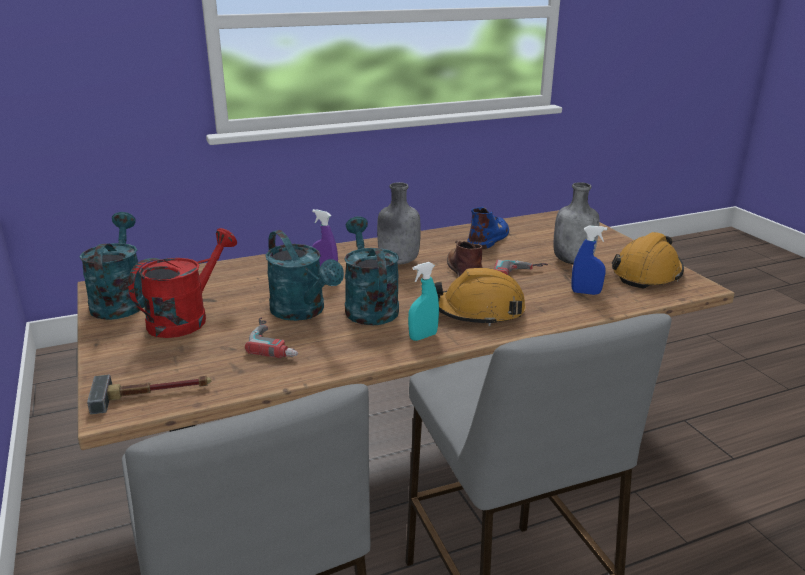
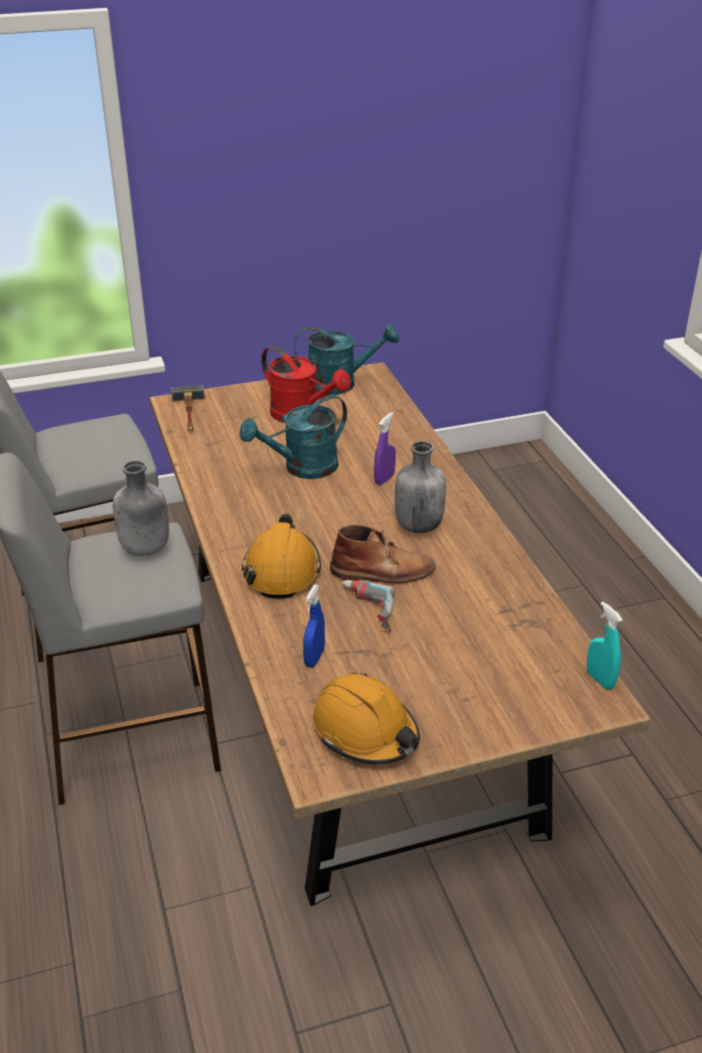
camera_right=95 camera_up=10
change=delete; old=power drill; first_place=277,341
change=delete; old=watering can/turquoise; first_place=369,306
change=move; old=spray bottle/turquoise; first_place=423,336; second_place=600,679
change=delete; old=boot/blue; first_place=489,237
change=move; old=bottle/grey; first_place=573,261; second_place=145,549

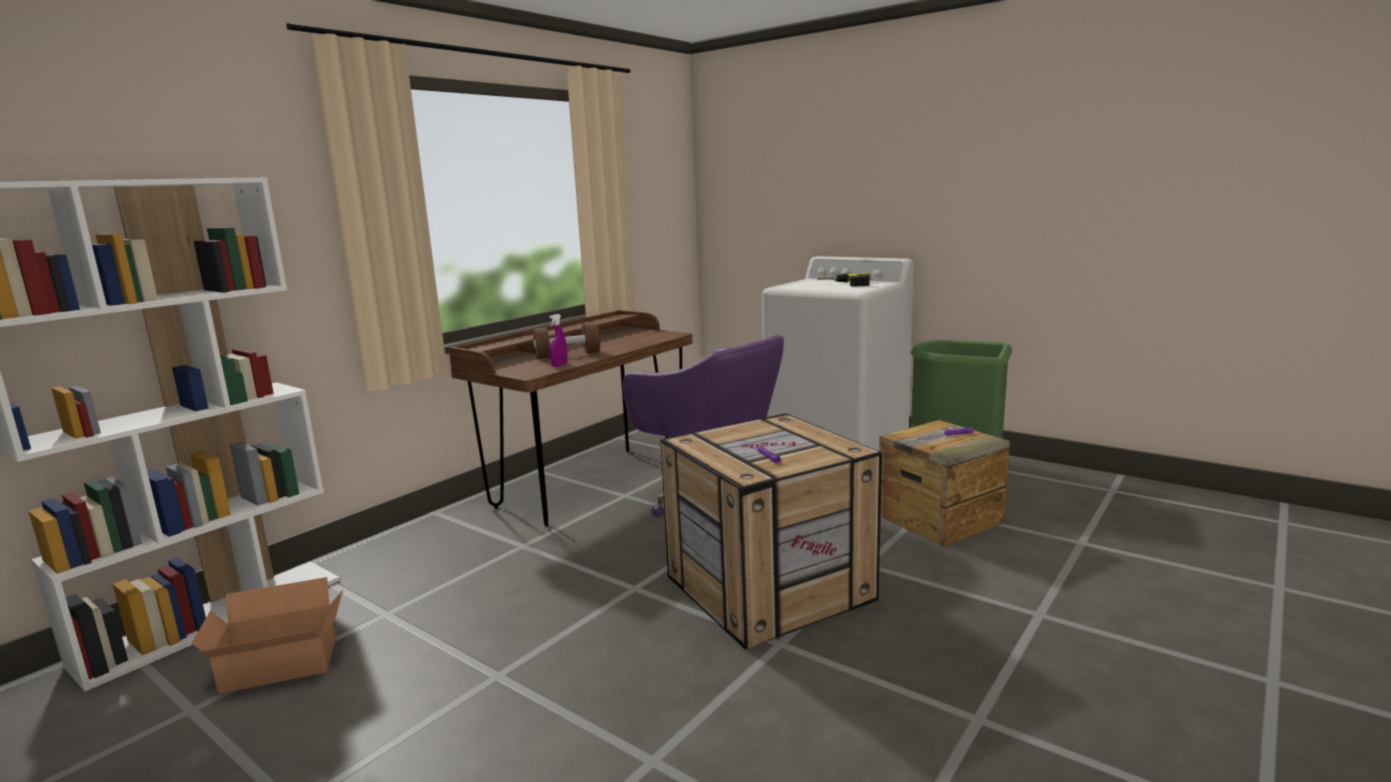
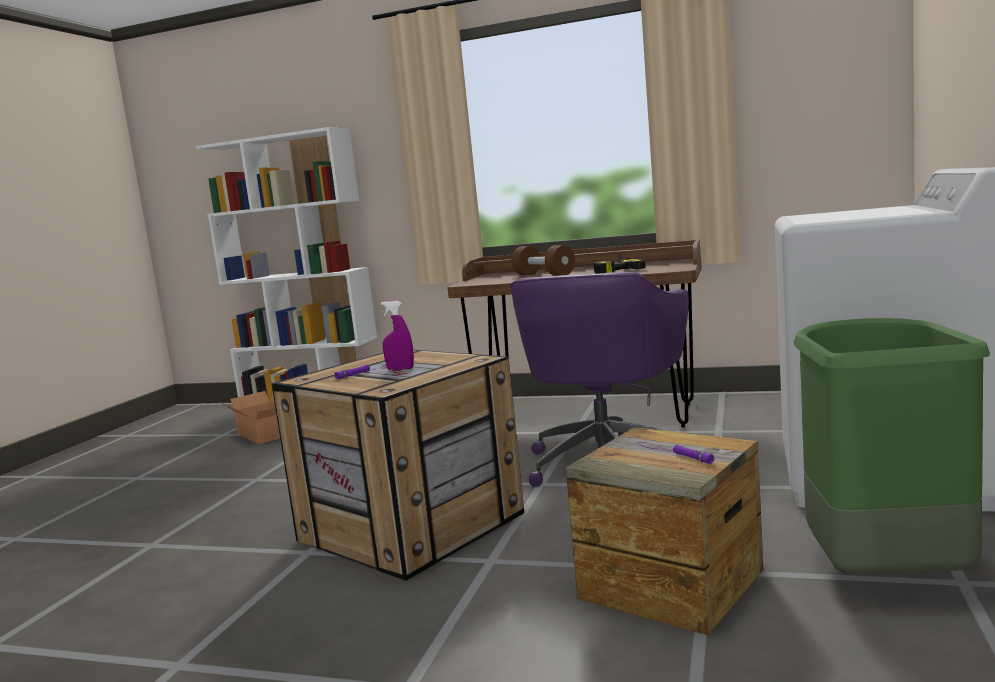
camera_right=70 camera_up=-5
change=move; old=spray bottle/purple; first_place=559,365; second_place=400,369
change=move; old=power drill; first_place=845,284; second_place=613,271

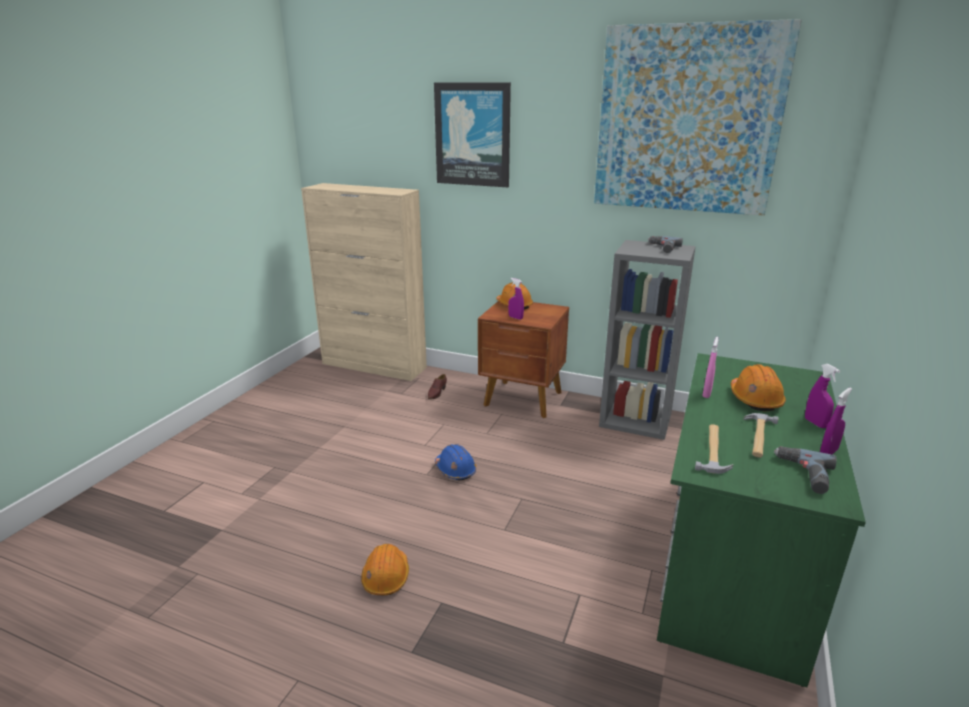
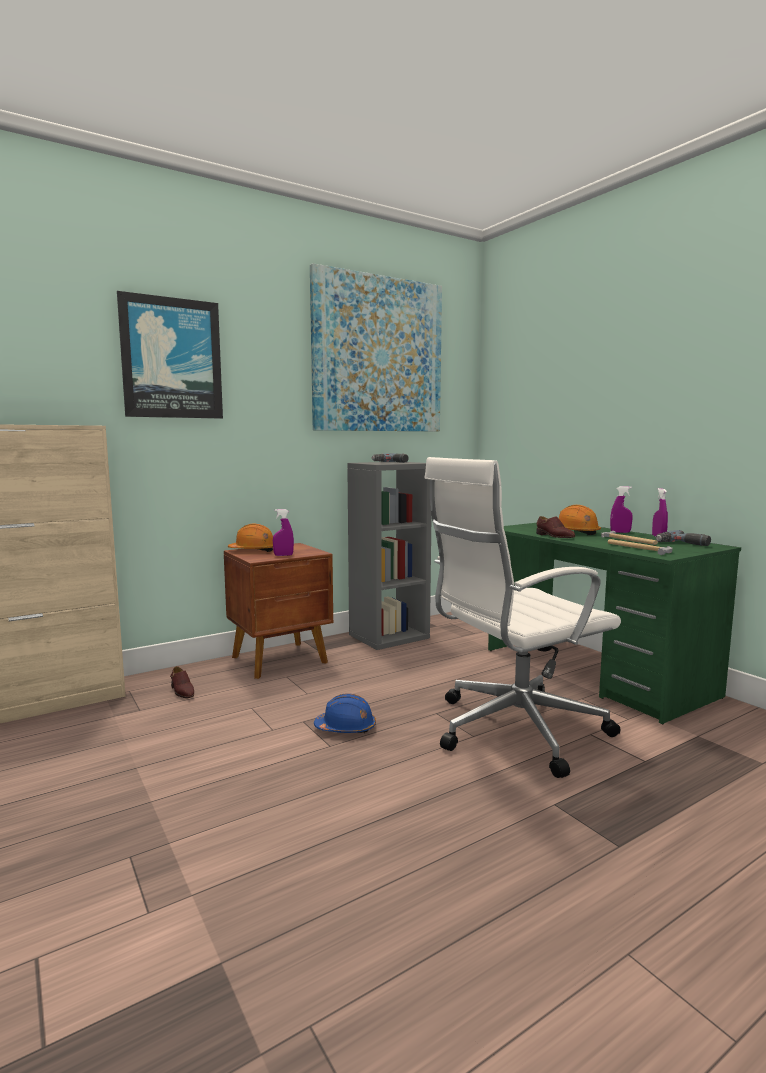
camera_right=-55 camera_up=-15
change=delete; old=hard hat/orange; first_place=386,577
change=replace; old=spray bottle/pink; new=shoe/brown; first_place=707,393; second_place=554,536
change=insert; new=office chair/white; second_place=513,730

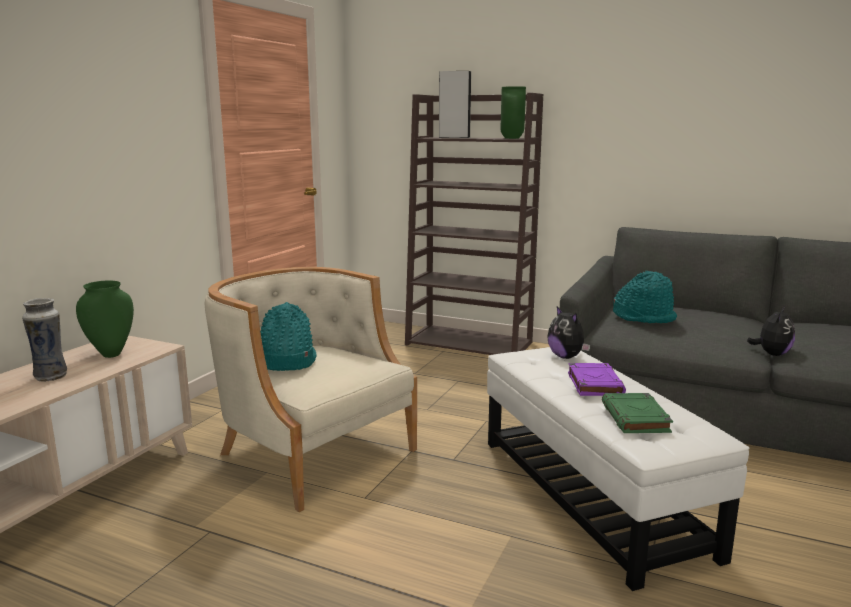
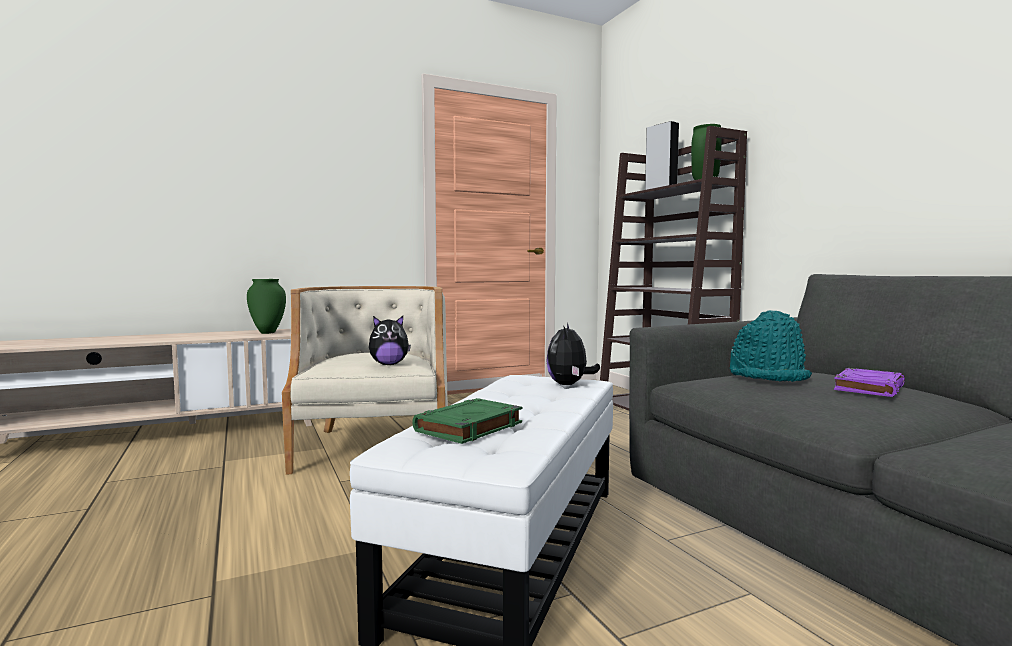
camera_right=40 camera_up=-10
change=delete; old=vase; first_place=50,376
change=delete; old=hat/turquoise; first_place=285,361
change=move; old=book/purple; first_place=594,384; second_place=868,388
change=move; old=plush toy; first_place=771,354; second_place=389,364

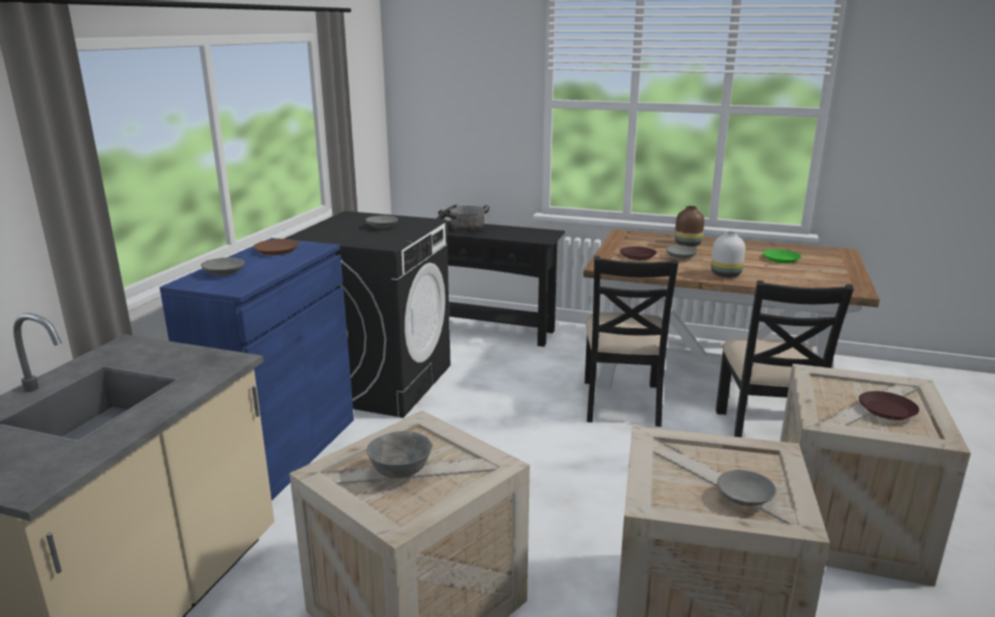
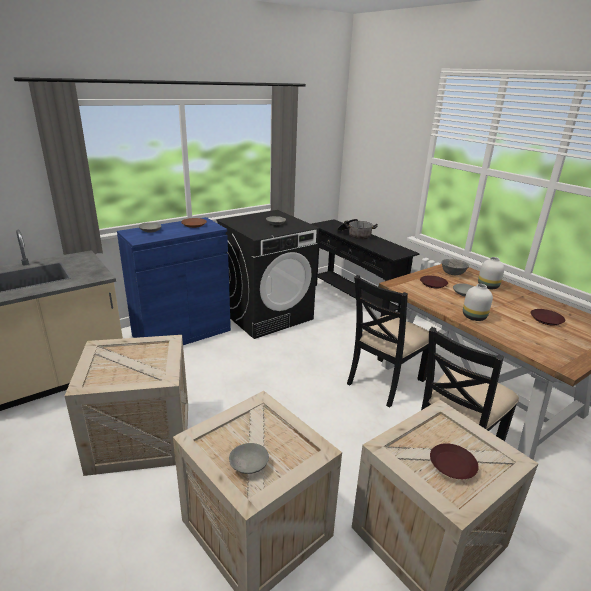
camera_right=35 camera_up=5
change=move; old=bowl/grey; first_place=400,471; second_place=452,274
change=recolor; old=vase/brown; new=vase/white; first_place=688,244; second_place=488,286
change=recolor; old=plate/green; new=plate/brown; first_place=780,259; second_place=546,319

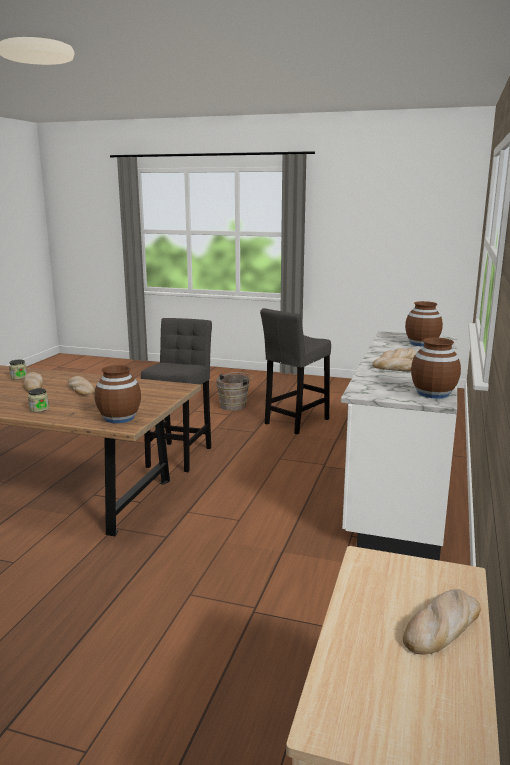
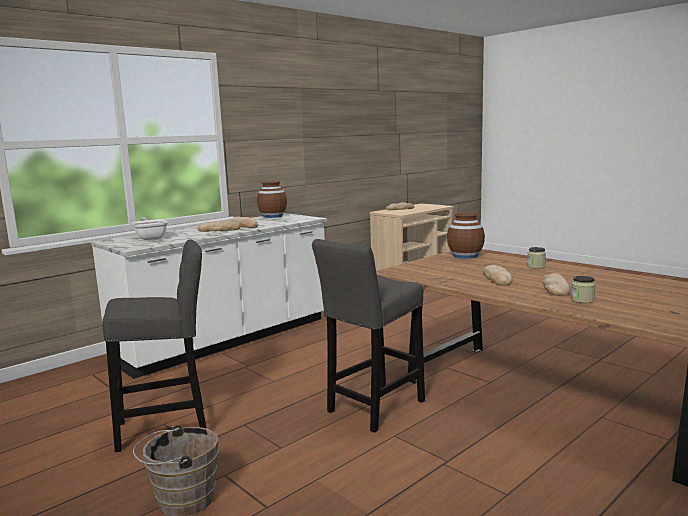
camera_right=-150 camera_up=-5
change=replace; old=vase/brown; new=frying pan; first_place=422,343; second_place=150,237

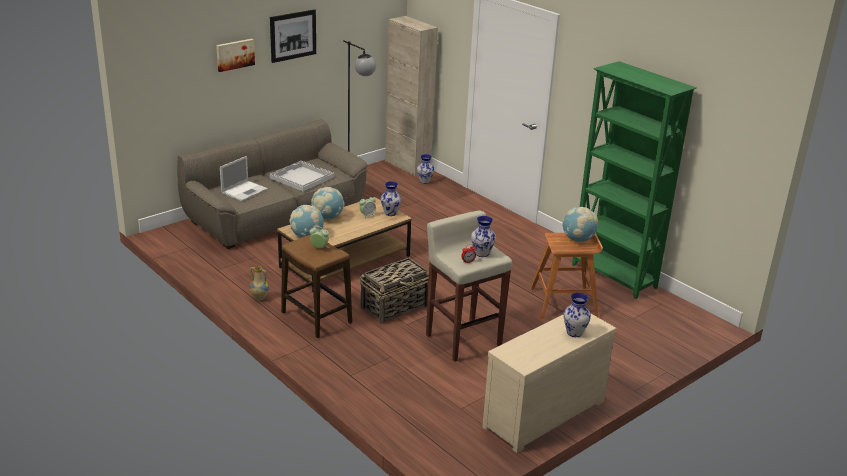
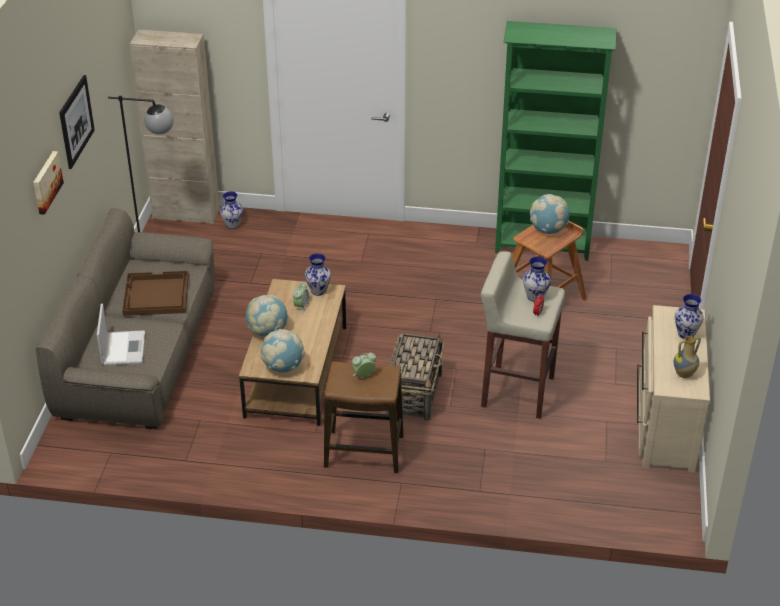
camera_right=-40 camera_up=10
change=move; old=vase; first_place=259,298; second_place=684,374
change=recolor; old=tray/white; new=tray/brown; first_place=301,177; second_place=155,295

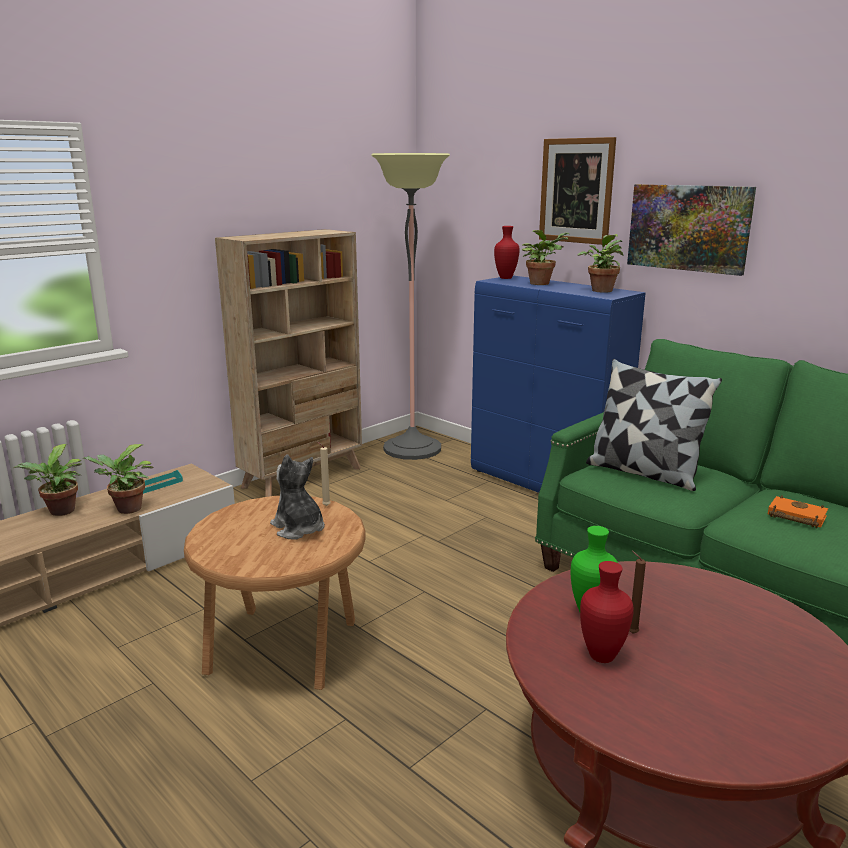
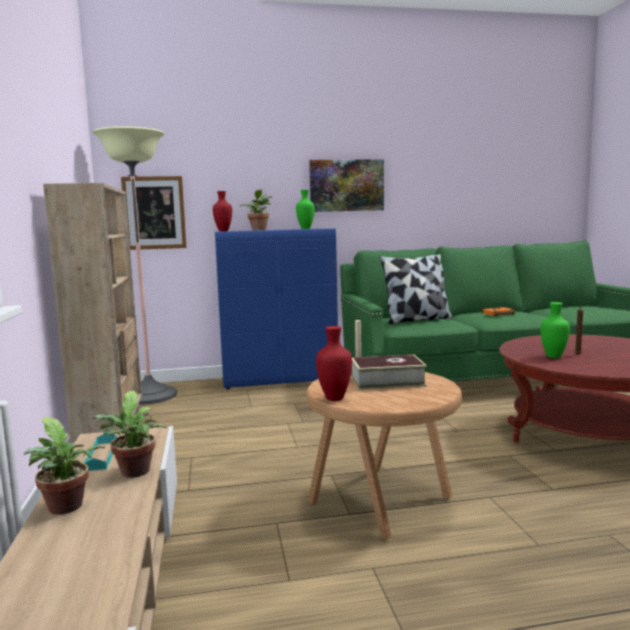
camera_right=-55 camera_up=-10
change=replace; old=plush toy; new=book; first_place=298,528; second_place=387,381
change=move; old=picture; first_place=576,191; second_place=154,213
change=replace; old=potted plant; new=vase/green; first_place=601,290; second_place=306,228
change=move; old=vase/red; first_place=603,655; second_place=334,398

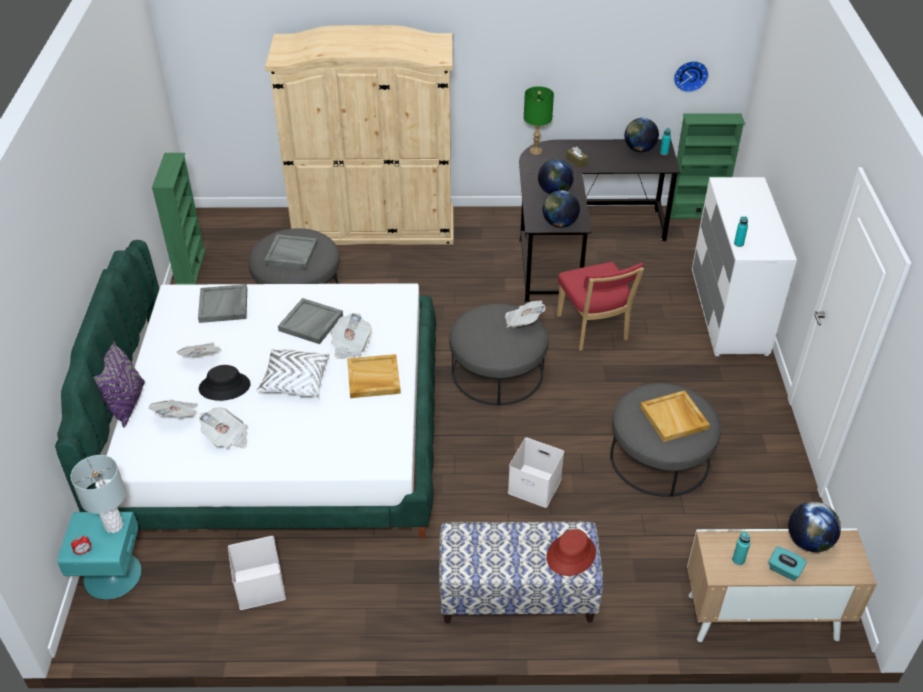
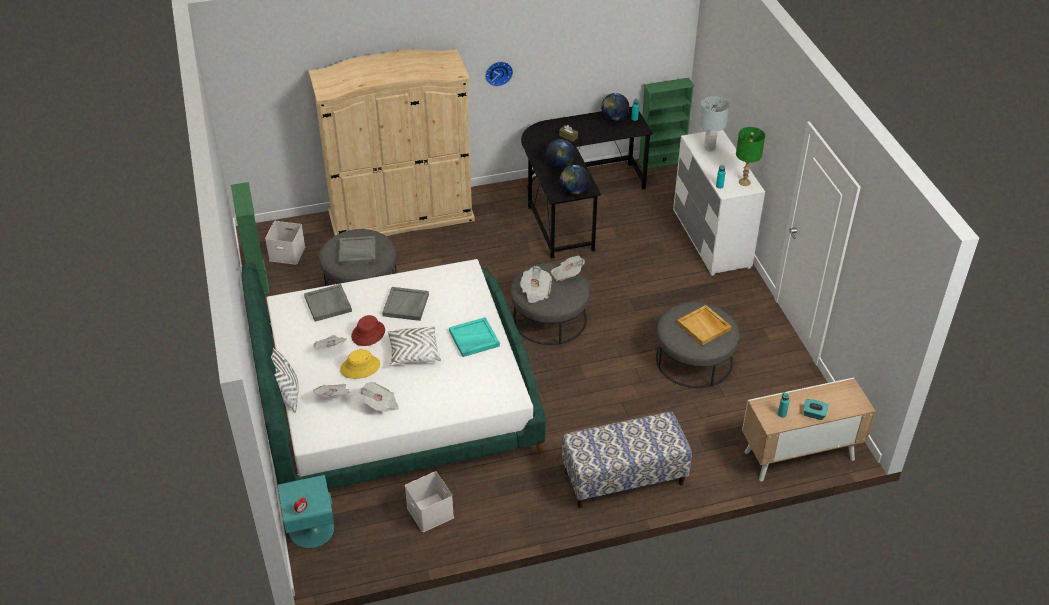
camera_right=-15 camera_up=0
change=move; old=table lamp/grey; first_place=114,526; second_place=709,148
change=recolor; old=pillow/purple; new=pillow/white; first_place=126,404; second_place=287,395
change=recolor; old=hat/black; new=hat/yellow; first_place=224,386; second_place=360,367
change=move; old=newspaper; first_place=350,346; second_place=535,292
change=recolor; old=tray/beige; new=tray/turquoise; first_place=373,378; second_place=474,339
change=move; old=storage box/white; first_place=536,485; second_place=288,253
change=move; old=table lamp/green; first_place=536,151; second_place=744,182
change=move; old=hat/red; first_place=571,554; second_place=368,333
change=delete; old=chair/red; first_place=593,330
change=move; old=wall clock; first_place=690,75; second_place=498,72
change=delete; old=globe; first_place=808,541

